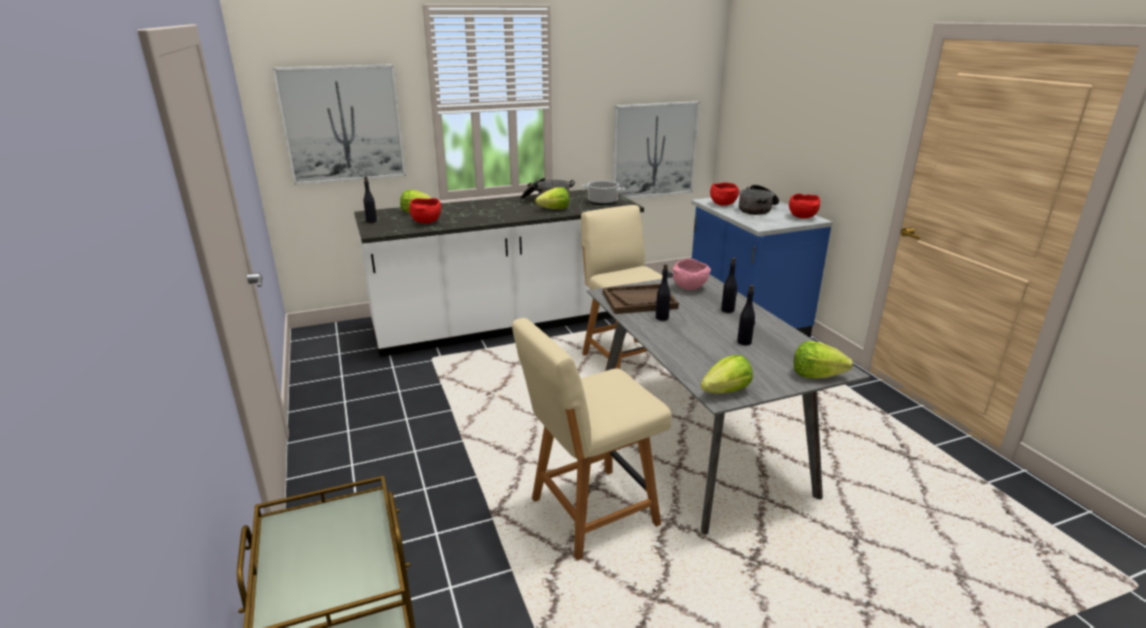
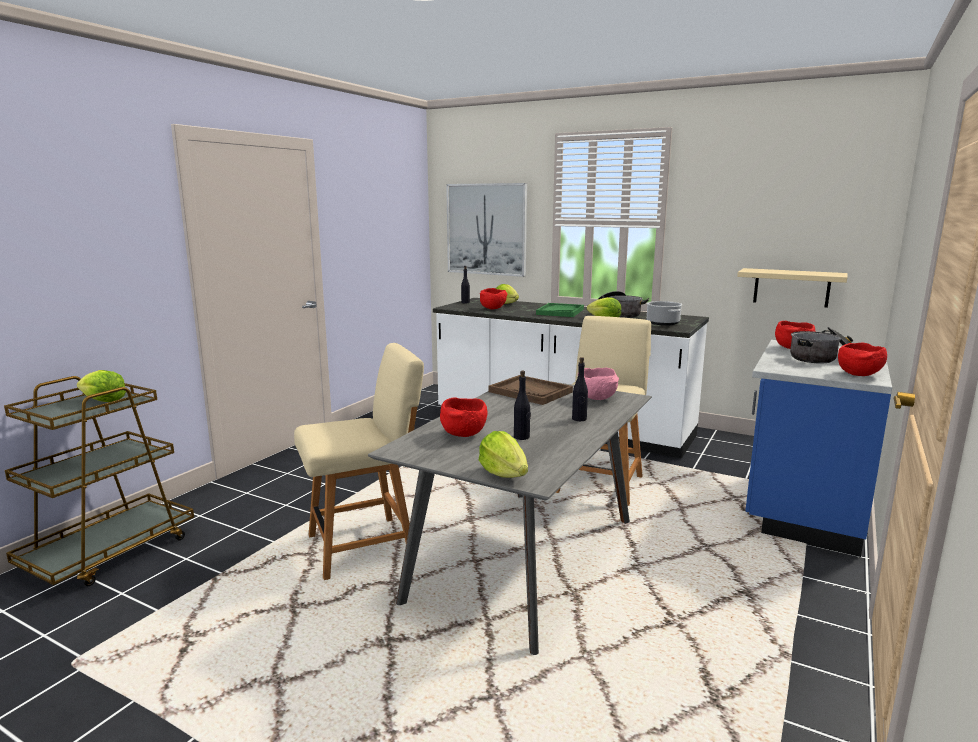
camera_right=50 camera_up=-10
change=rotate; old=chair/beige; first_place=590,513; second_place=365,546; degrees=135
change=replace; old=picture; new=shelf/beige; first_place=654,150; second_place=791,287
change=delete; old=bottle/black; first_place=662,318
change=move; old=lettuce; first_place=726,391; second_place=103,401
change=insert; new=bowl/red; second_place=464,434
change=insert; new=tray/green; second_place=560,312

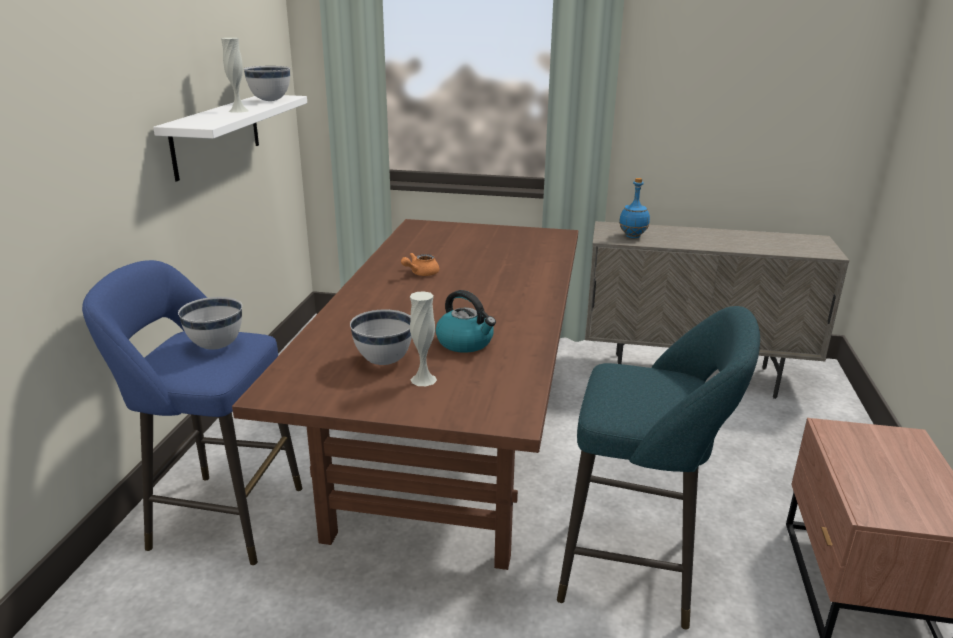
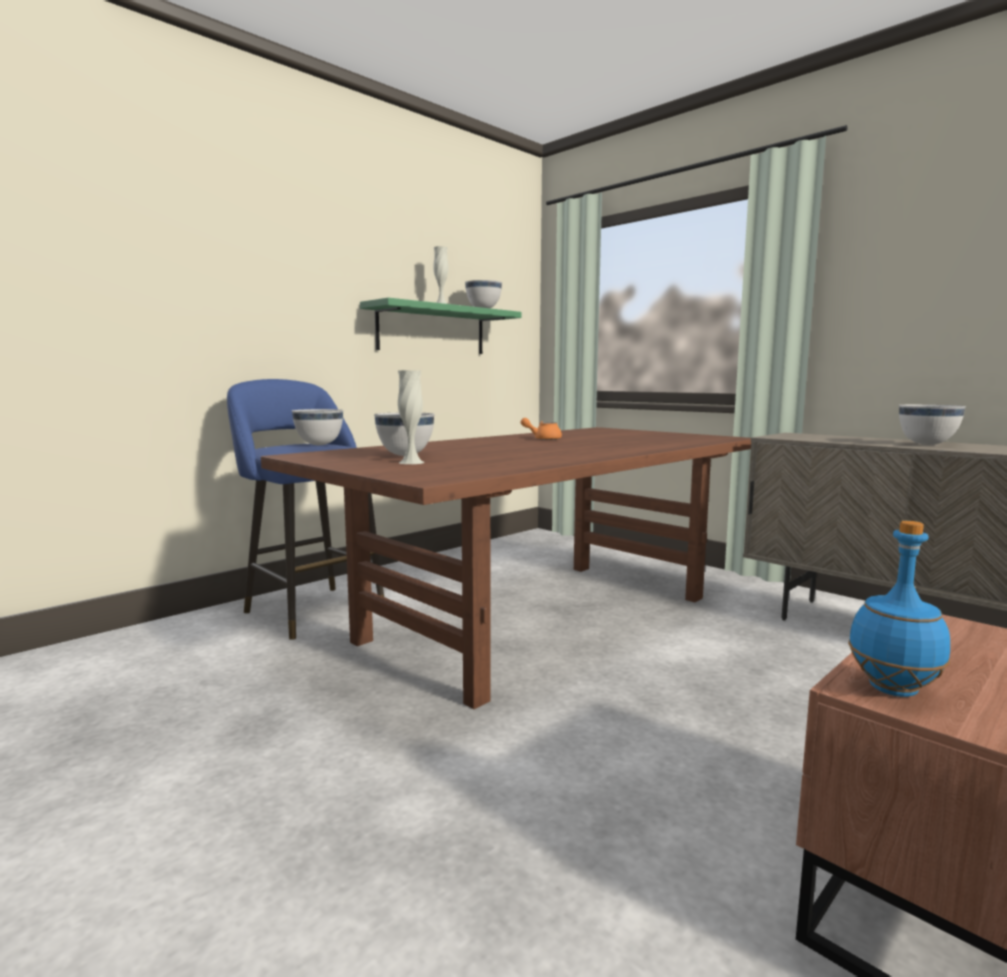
camera_right=35 camera_up=-15
change=recolor; old=shelf/white; new=shelf/green; first_place=217,135; second_place=432,330
change=delete; old=kettle; first_place=466,342
change=delete; old=stool/turquoise; first_place=637,571
change=move; old=bottle/blue; first_place=632,236; second_place=892,688
change=insert; new=bowl/white; second_place=927,444

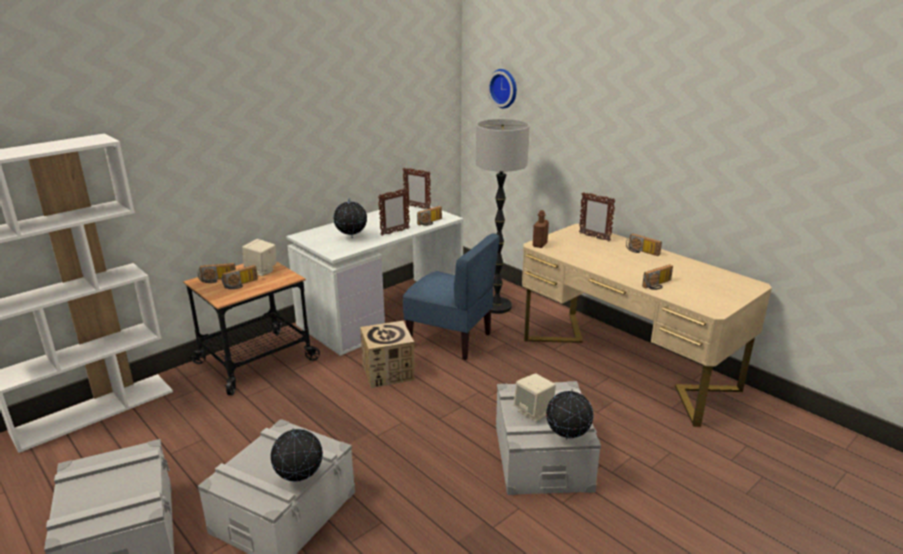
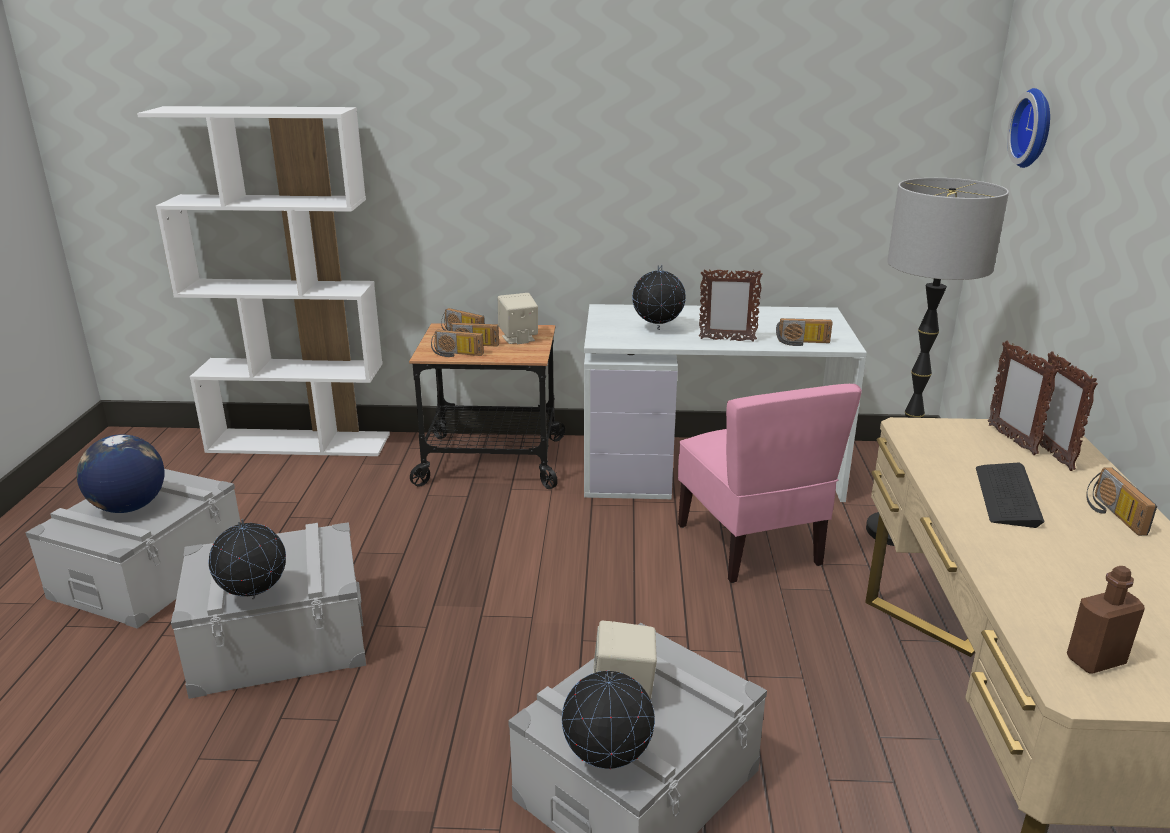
camera_right=45 camera_up=0
change=delete; old=cardboard box; first_place=388,372
change=move; old=picture frame; first_place=417,207; second_place=1011,439
change=recolor; old=chair/blue; new=chair/pink; first_place=450,339; second_place=751,545
change=move; old=bottle/brown; first_place=539,244; second_place=1095,661
change=move; old=radio; first_place=658,285; second_place=456,354
change=insert; new=globe; second_place=129,507
change=insert; new=keyboard; second_place=1007,496

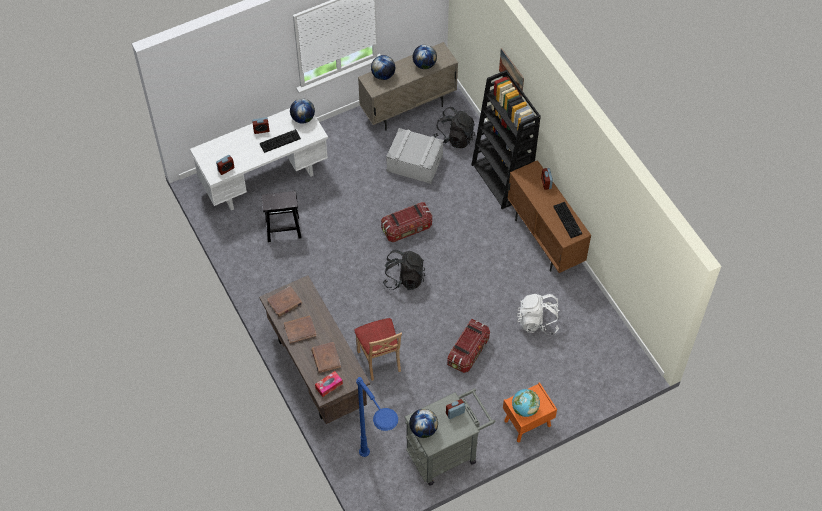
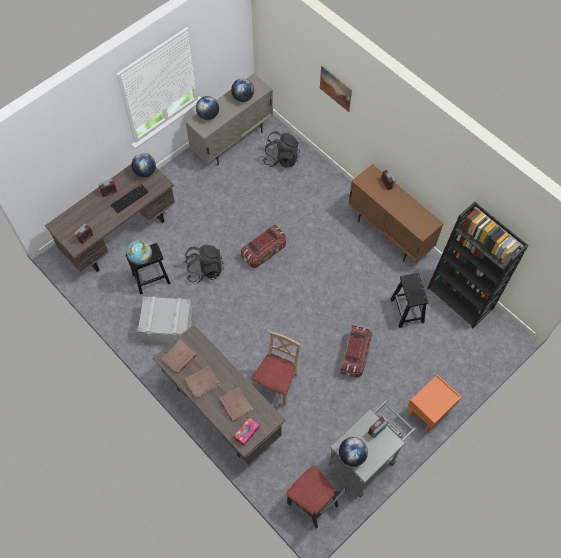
camera_right=-15 camera_up=5
change=recolor; old=desk/white; new=desk/brown; first_place=265,179; second_place=121,235
change=rotate; old=chair/beige; first_place=379,360; second_place=277,384; degrees=-120
change=replace; old=floor lamp/blue; new=chair/black; first_place=381,479; second_place=313,503
change=move; old=backpack/black; first_place=404,278; second_place=204,270
change=move; old=storage box/grey; first_place=415,163; second_place=167,325
change=move; old=bookcase/black; first_place=501,180; second_place=461,298
change=move; old=globe; first_place=524,409; second_place=141,258
change=replace; old=backpack/white; new=stool/black; first_place=537,321; second_place=407,311
change=delete; old=keyboard; first_place=568,220

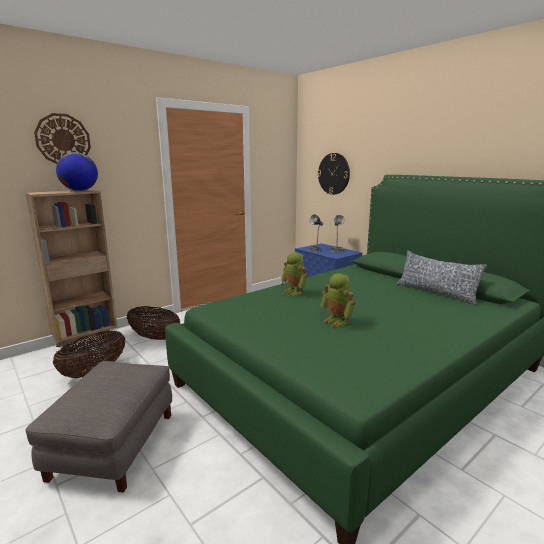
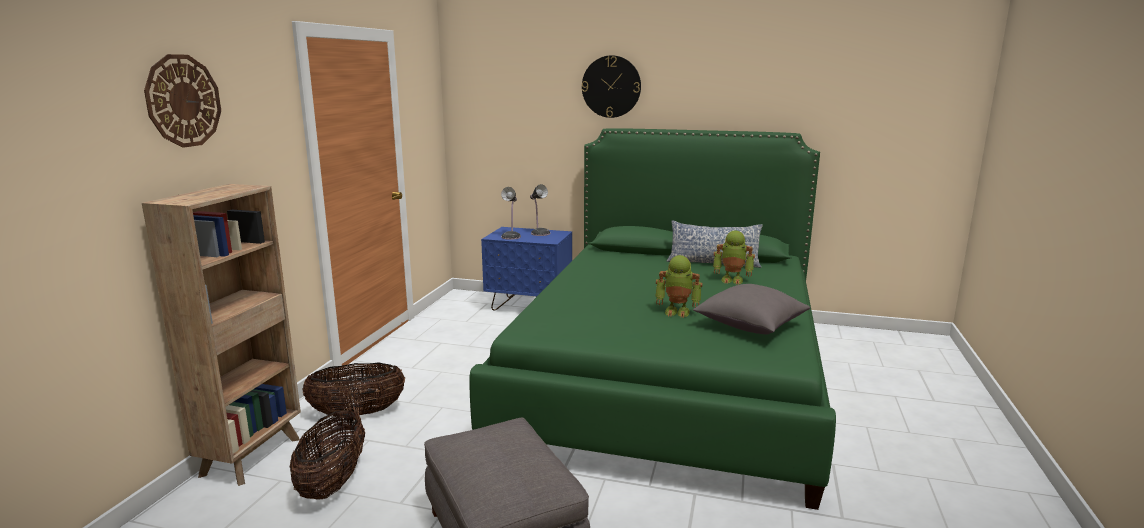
camera_right=-35 camera_up=0
change=delete; old=globe; first_place=80,190
change=move; old=toy robot; first_place=294,292; second_place=732,280
change=move; old=wall clock; first_place=334,174; second_place=611,86
change=insert; new=pillow/grey; second_place=750,326

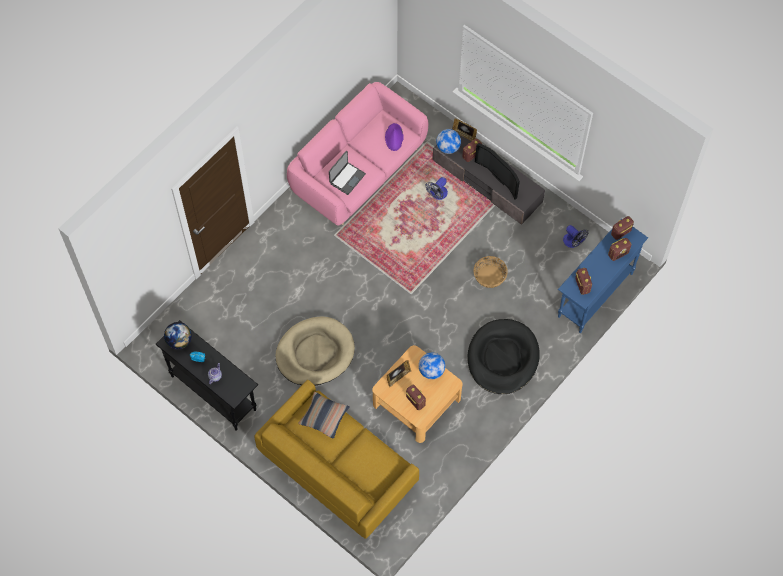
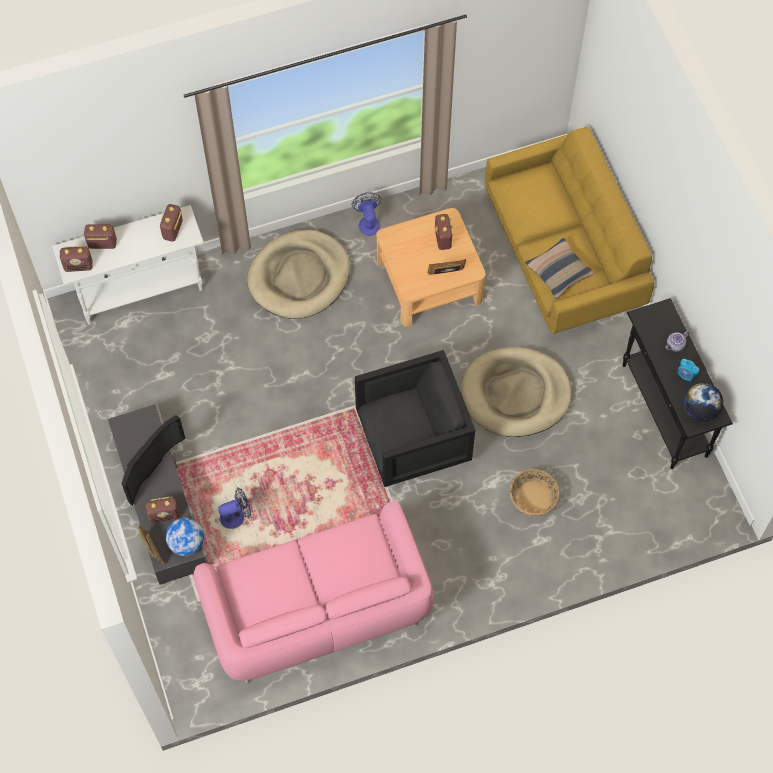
camera_right=-150 camera_up=0
change=delete; old=laptop; first_place=347,178
change=delete; old=hat/purple; first_place=394,137
change=delete; old=globe; first_place=431,371
change=recolor; old=dog bed/black; new=dog bed/beige; first_place=502,358; second_place=299,277
change=move; old=basket; first_place=489,276; second_place=533,498
change=rotate; old=television; first_place=501,176; second_place=148,465; degrees=45
change=recolor; old=console table/blue; new=console table/white; first_place=595,295; second_place=141,291
change=move; old=fan; first_place=573,242; second_place=368,222
change=insert; new=armchair/black; second_place=412,439

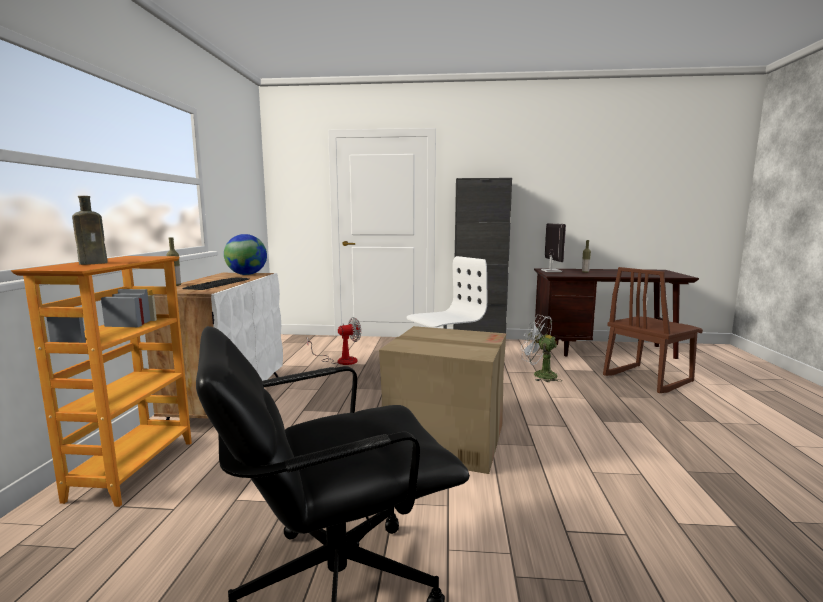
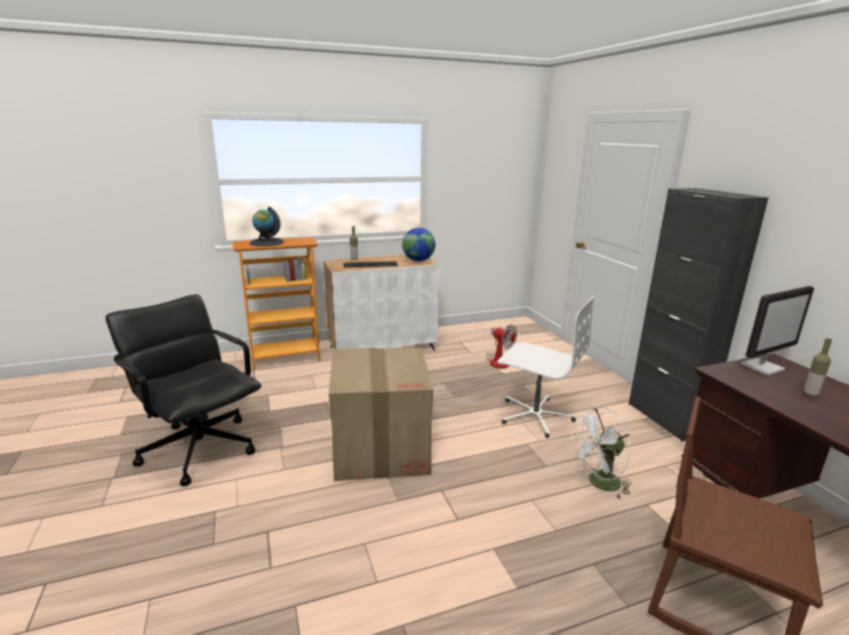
camera_right=65 camera_up=10
change=replace; old=bottle/brown; new=globe; first_place=95,263; second_place=266,242
change=rotate; old=fan/white; first_place=539,375; second_place=599,484; degrees=-120

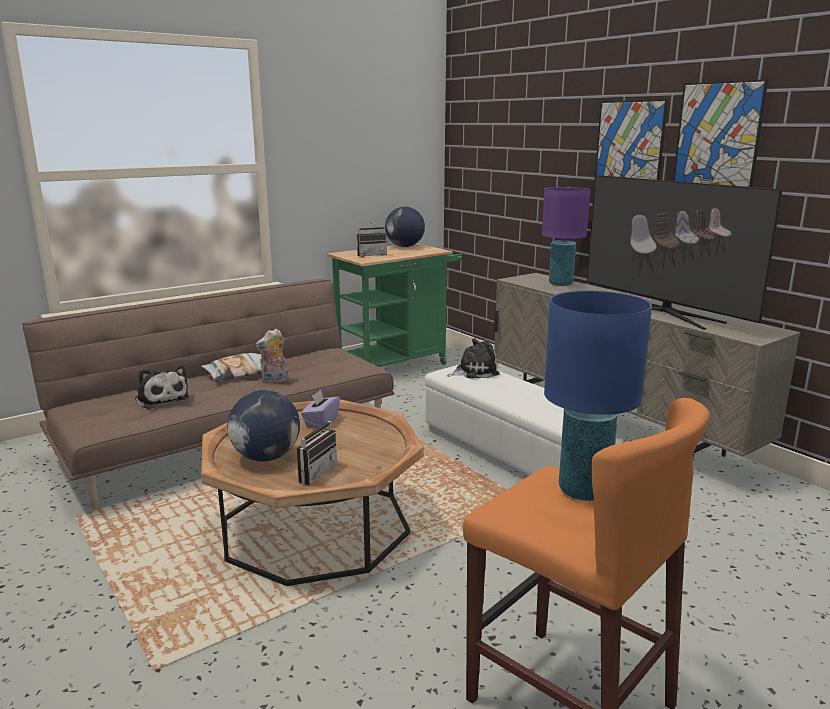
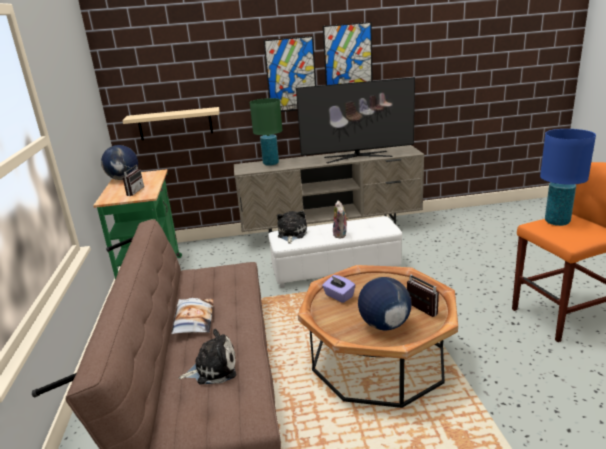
camera_right=-60 camera_up=5
change=move; old=plush toy; first_place=275,381; second_place=341,235
change=recolor; old=table lamp/purple; new=table lamp/green; first_place=561,284; second_place=271,163
change=insert; new=shelf/beige; second_place=175,124

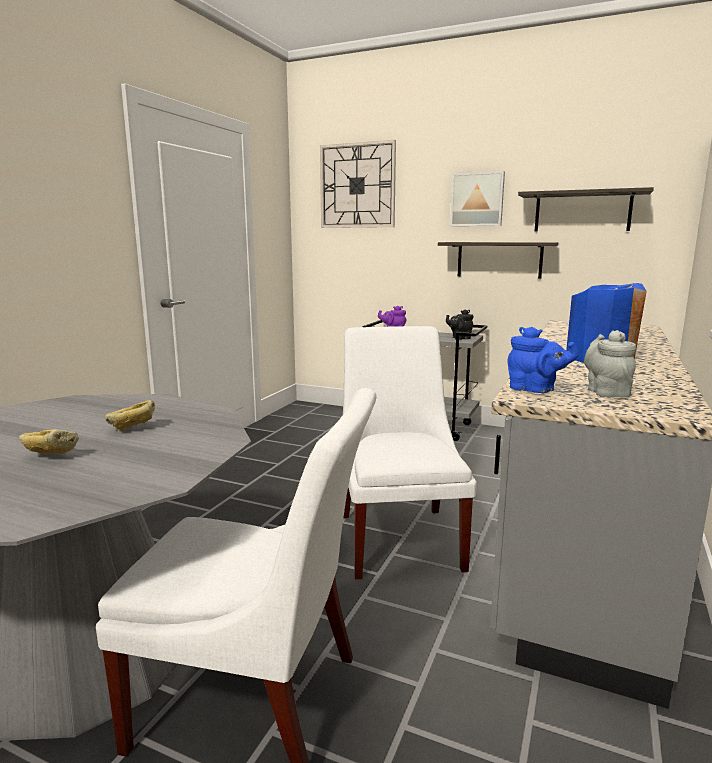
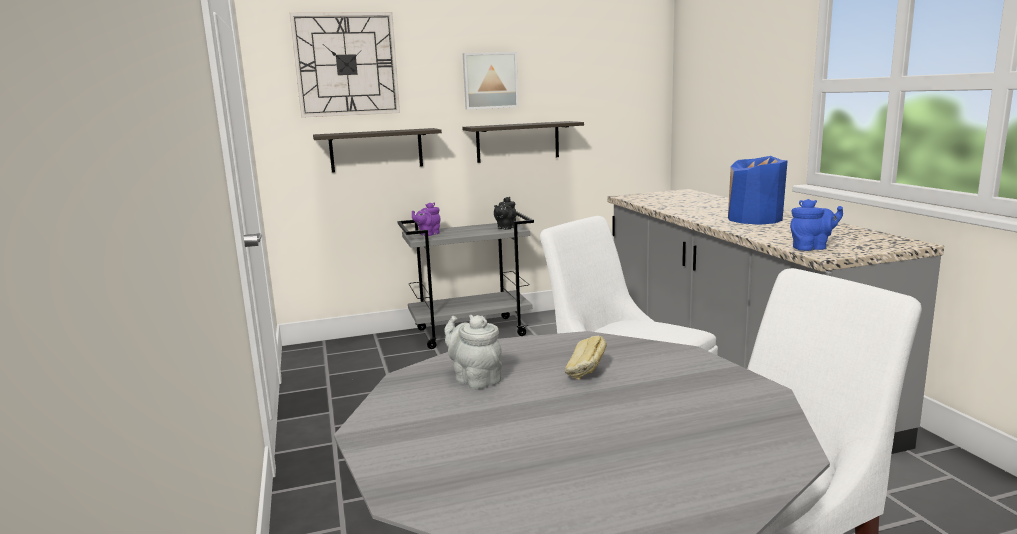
camera_right=-40 camera_up=0
change=delete; old=bread; first_place=51,458
change=move; old=shelf; first_place=582,212; second_place=376,150
change=move; old=teapot/grey; first_place=606,392; second_place=475,379

